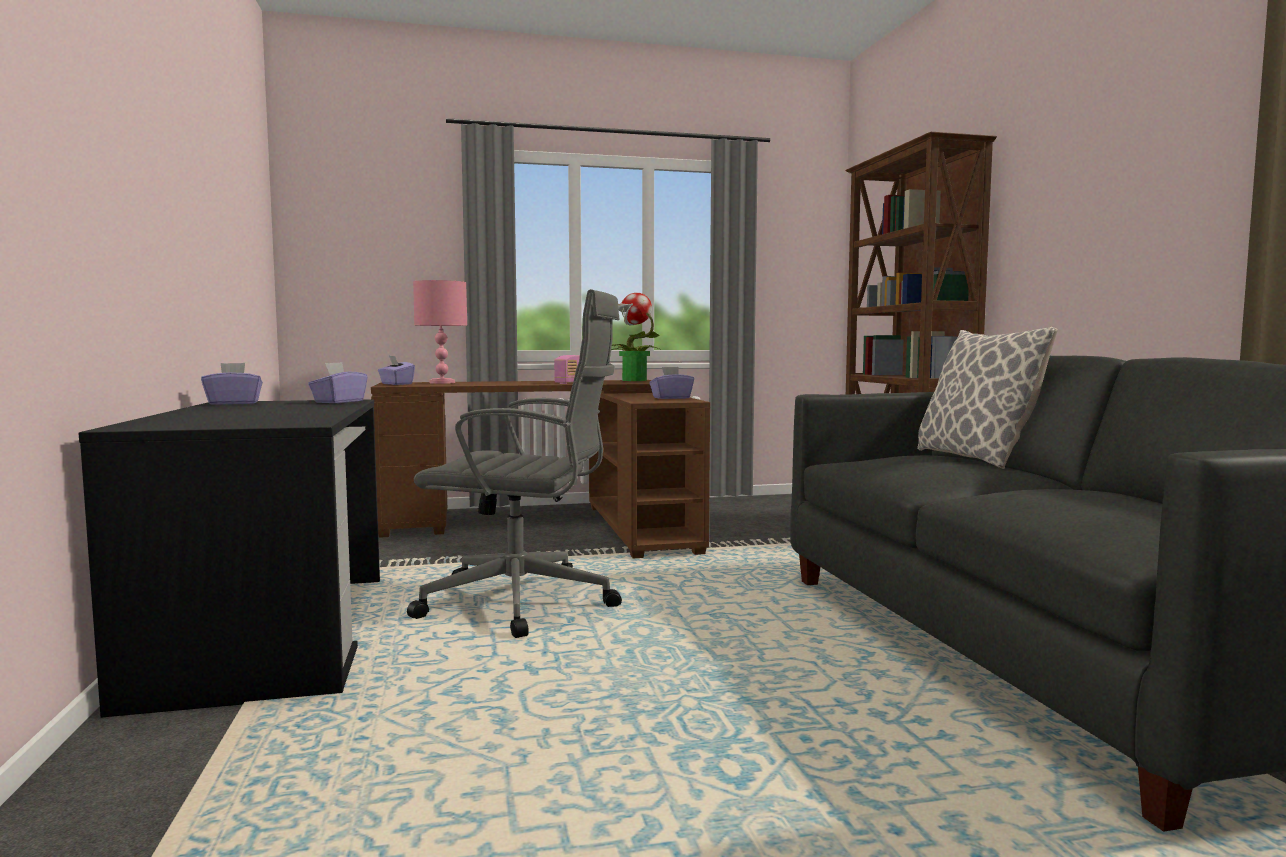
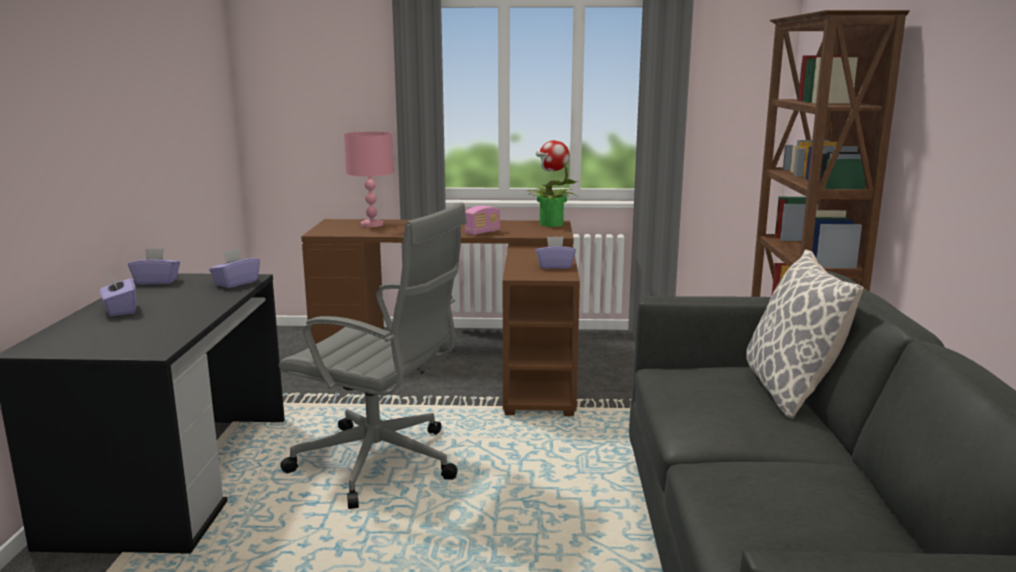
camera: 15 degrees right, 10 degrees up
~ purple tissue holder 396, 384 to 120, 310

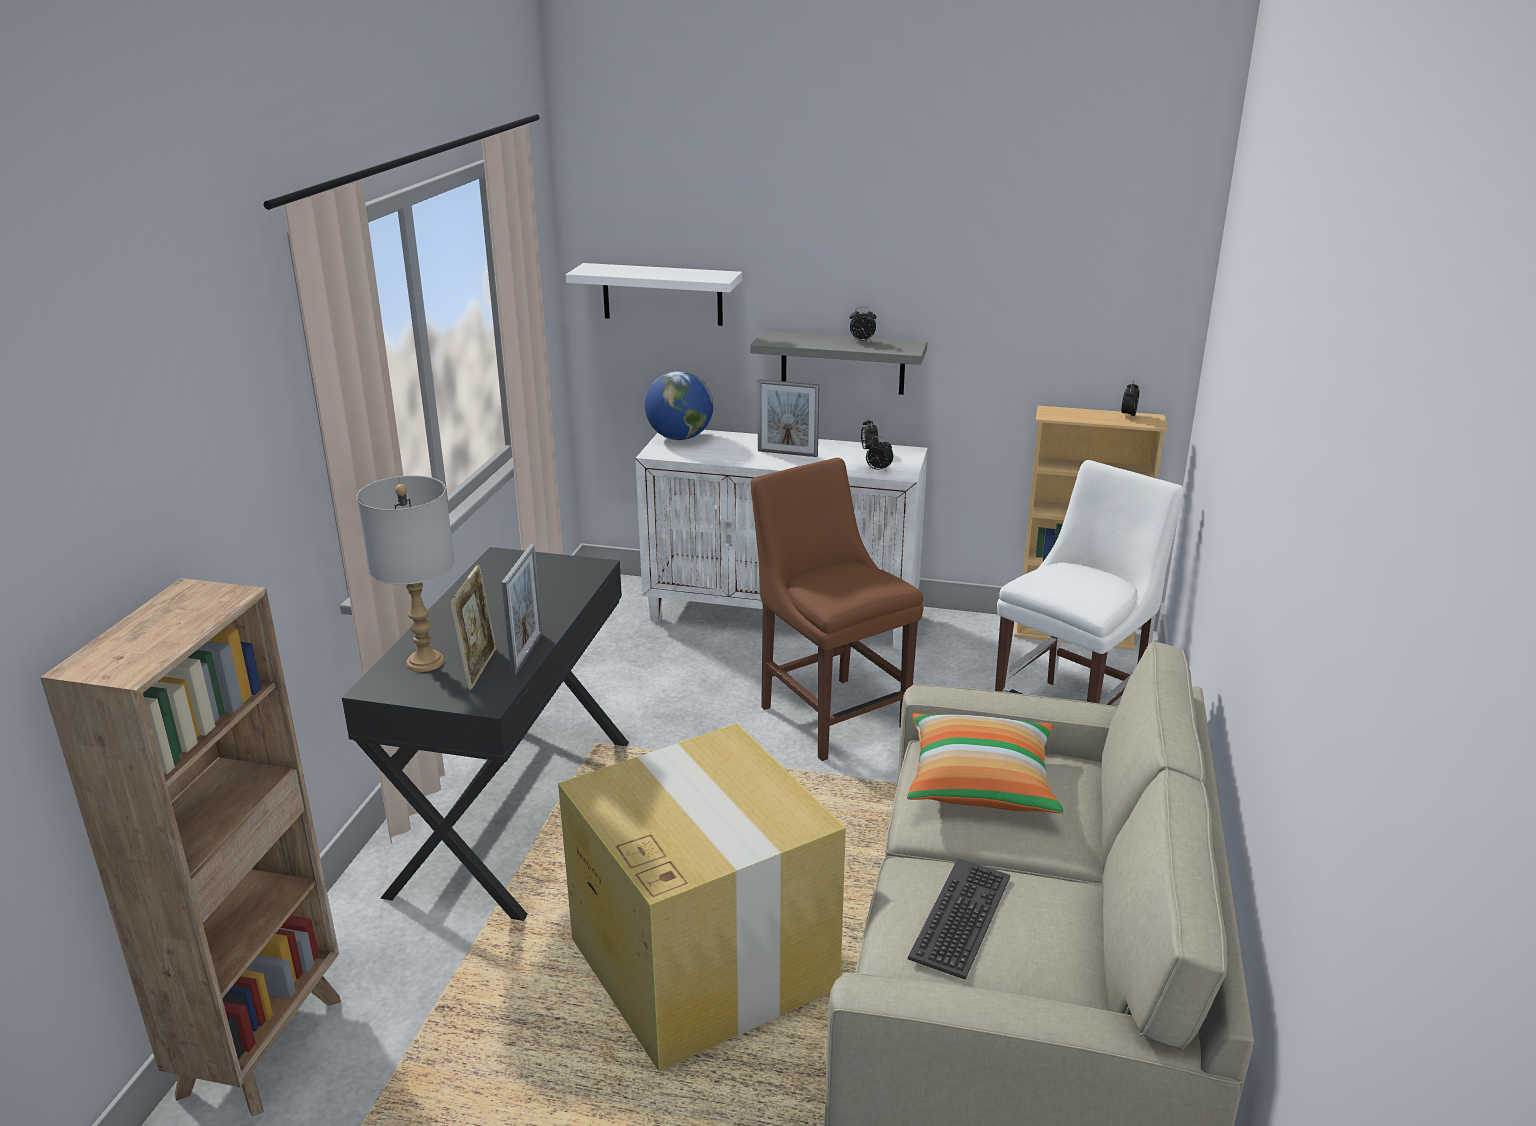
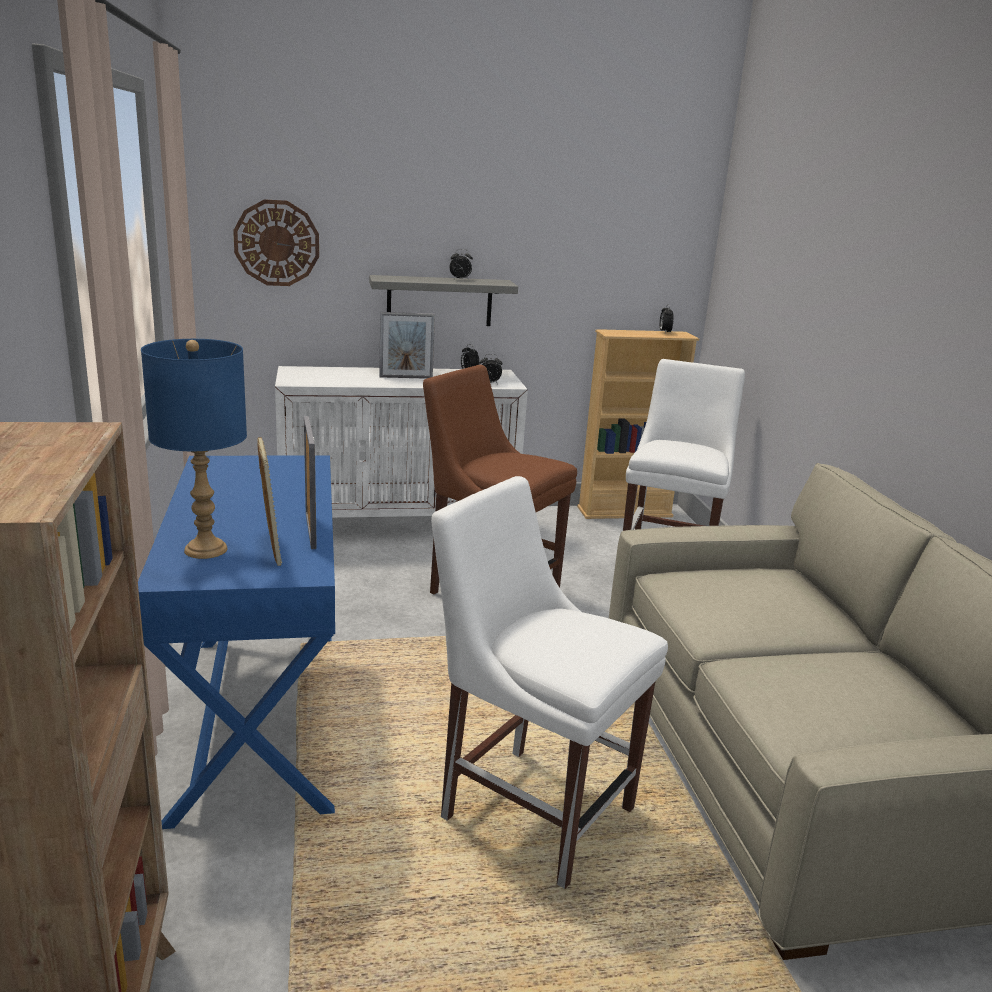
camera: 25 degrees left, 5 degrees down
- world globe 680, 438
- cushion 981, 783
- keyboard 962, 918
~ packing box 701, 962 to white chair 530, 808
~ white wall shelf 662, 294 to hanging clock 277, 243
~ black desk 513, 813 to blue-coloured desk 257, 717
~ grey table lamp 424, 662 to blue-coloured table lamp 205, 549

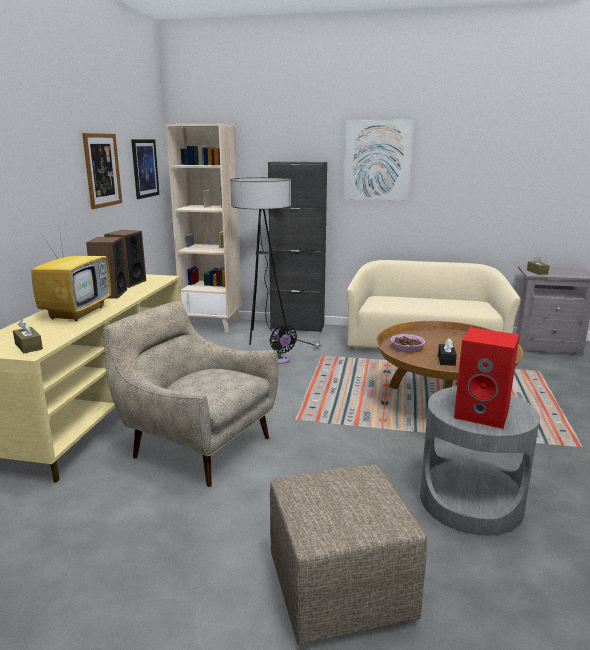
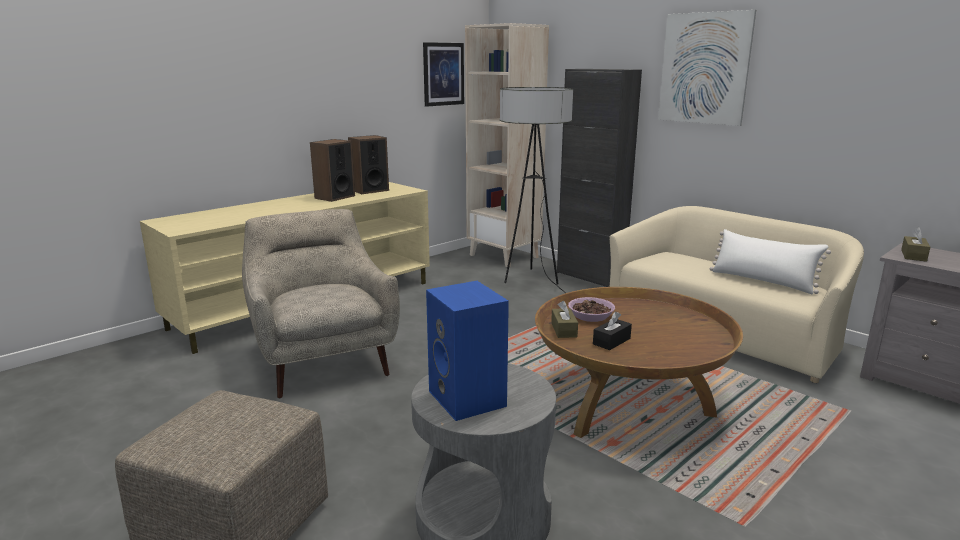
camera: 35 degrees right, 0 degrees up
- TV set 77, 312
- wall art 102, 170
- black electric fan 280, 360
+ white cushion 762, 281
~ brown tissue holder 28, 346 to 564, 330
~ reddish loudspeaker 483, 414 to blue-coloured loudspeaker 469, 399

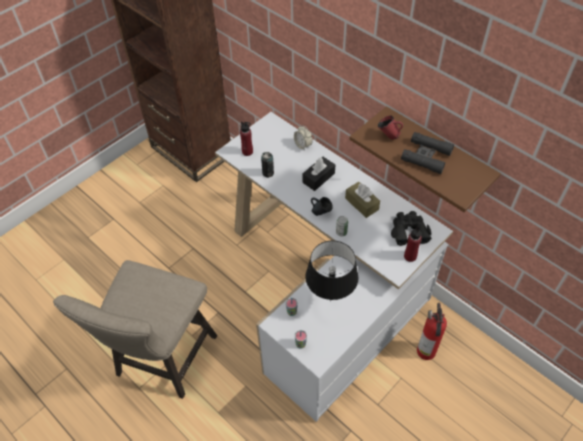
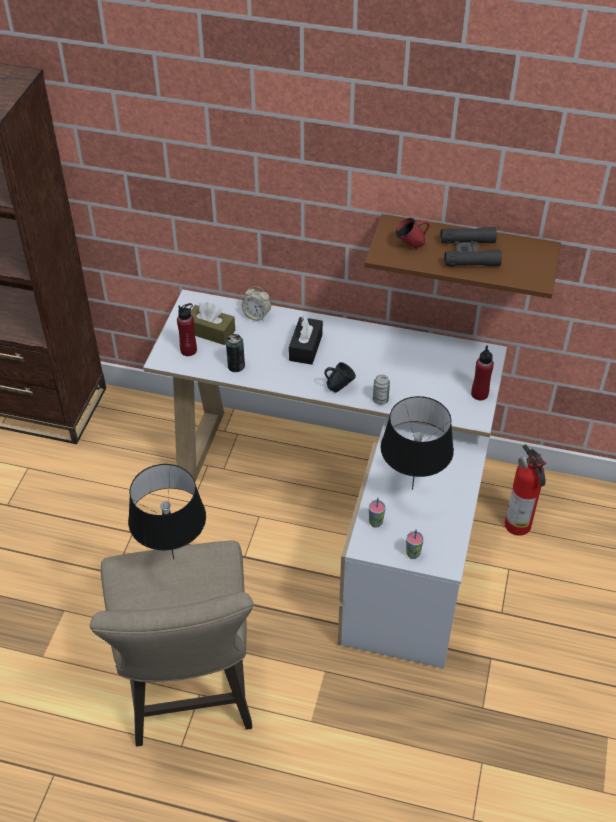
camera: 30 degrees left, 5 degrees down
- black field glasses 409, 230
+ black table lamp 173, 558
~ brown tissue holder 361, 204 to 210, 331

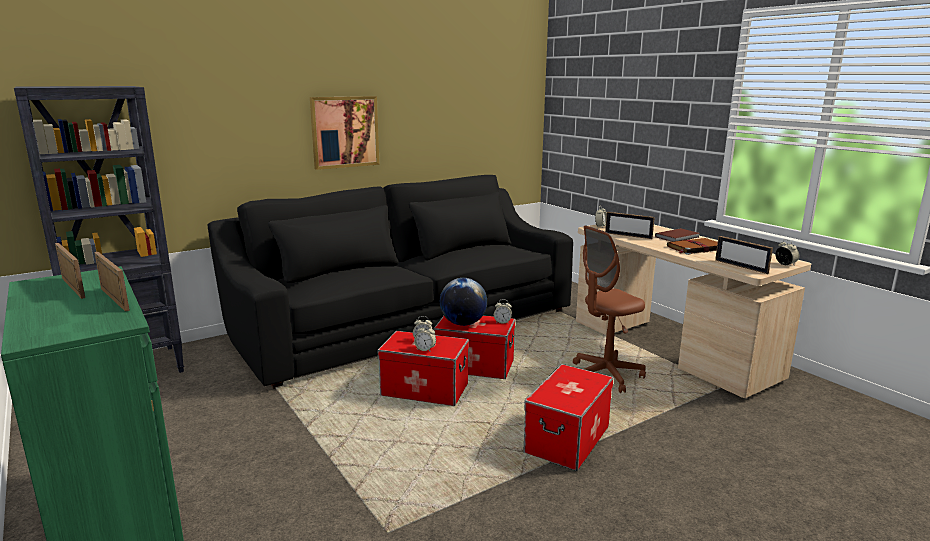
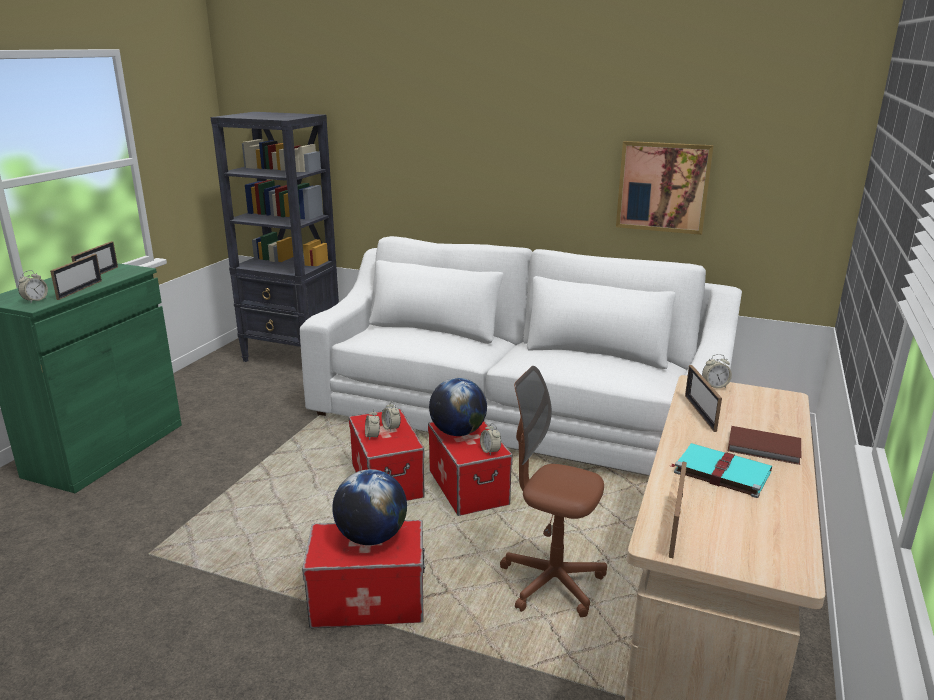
camera: 55 degrees right, 5 degrees up
+ world globe 371, 537
~ wall art 345, 132 to 663, 187
~ bedside clock 785, 264 to 35, 300
~ black couch 406, 323 to white couch 514, 415
~ brown volume 694, 248 to turquoise-coloured volume 720, 472

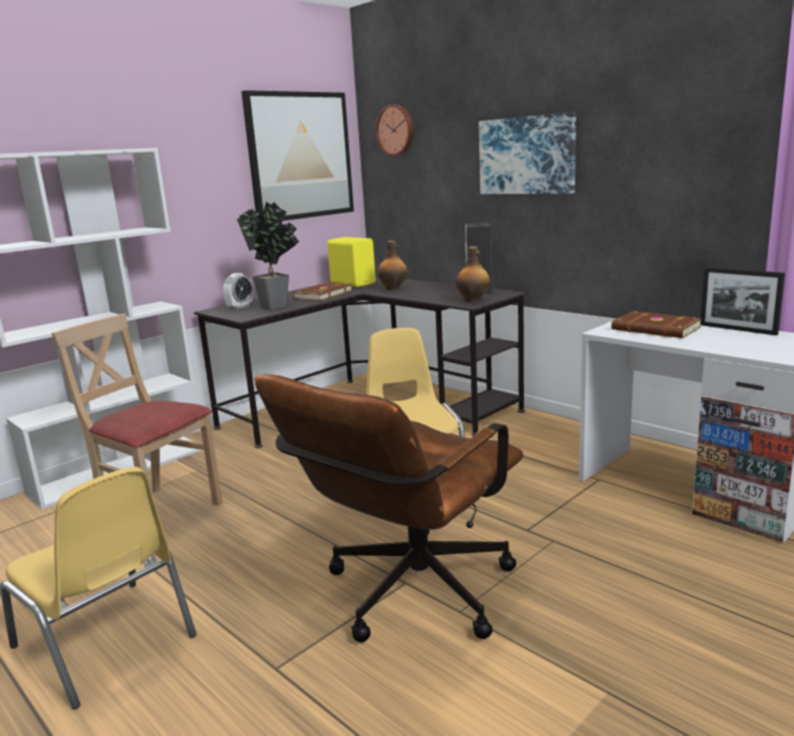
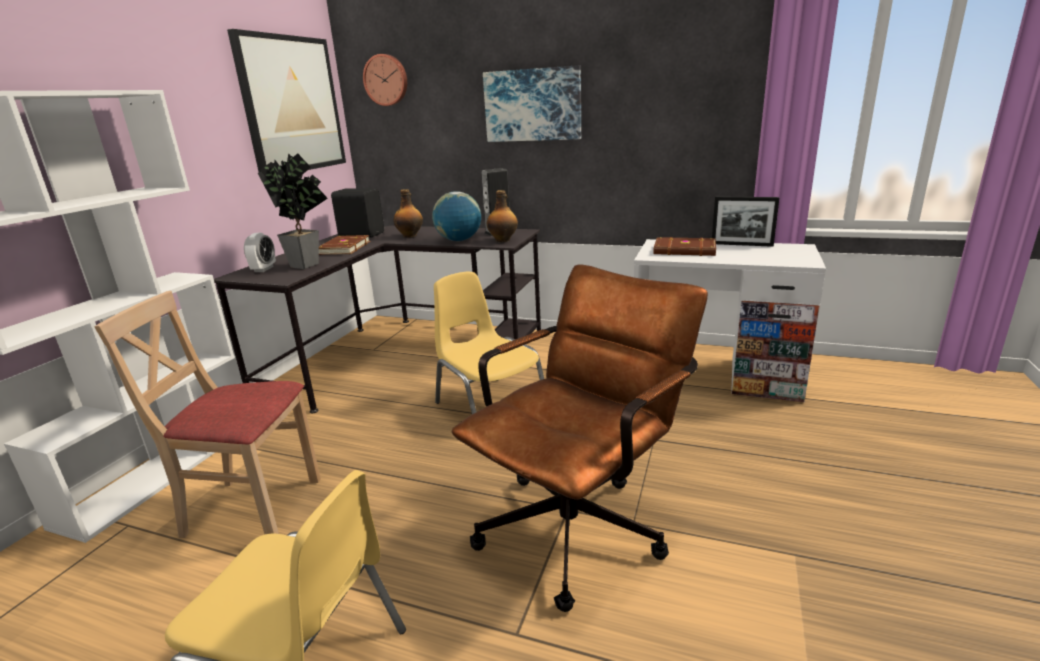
camera: 25 degrees left, 5 degrees up
+ world globe 459, 240
~ yellowish loudspeaker 353, 283 to black loudspeaker 361, 234
~ brown desk chair 408, 597 = 581, 523 150 degrees counterclockwise

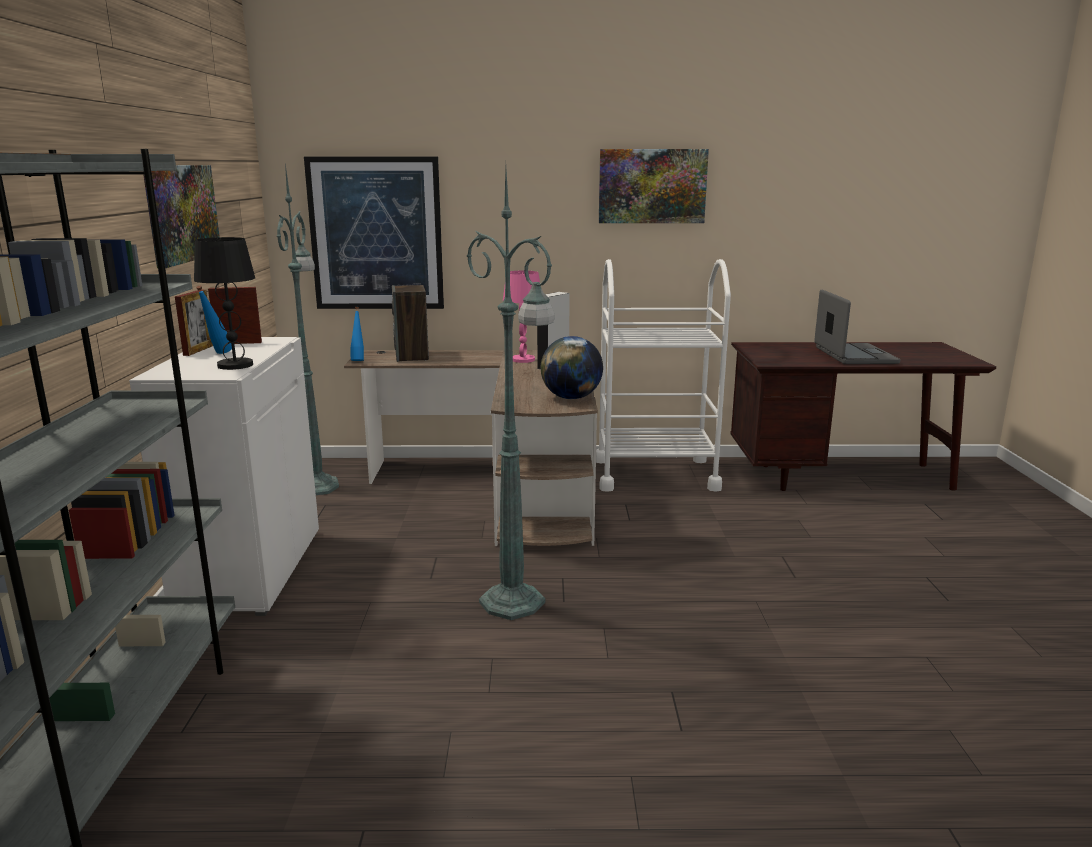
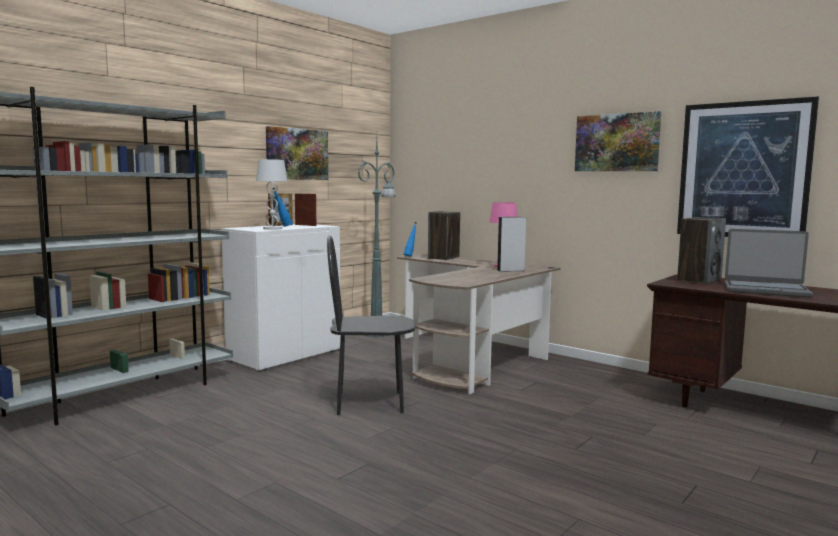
camera: 40 degrees right, 10 degrees down
- world globe 571, 398
- white cart 655, 474
+ loudspeaker 699, 280
~ wall art 376, 234 to 743, 170
~ greenish standard lamp 514, 603 to black chair 370, 403
~ black table lamp 235, 365 to white table lamp 273, 229
~ notebook computer 853, 355 = 765, 290 75 degrees clockwise

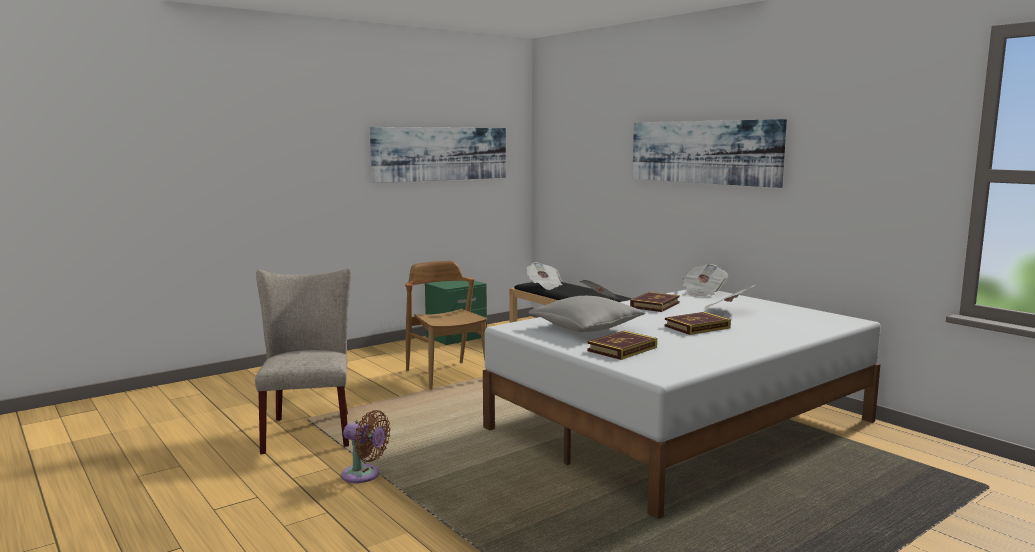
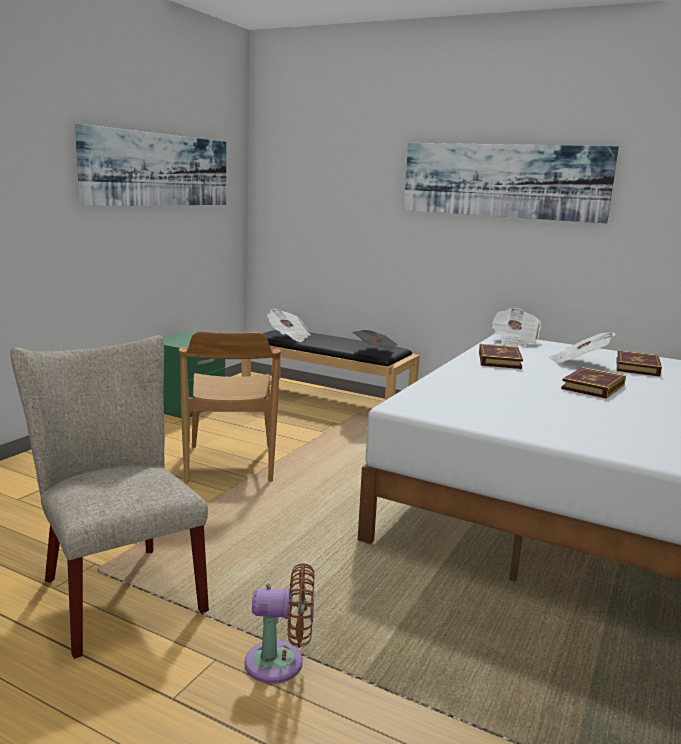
camera: 25 degrees left, 5 degrees up
- grey cushion 586, 328
~ volume 622, 349 to 637, 367
~ brown chair 447, 375 = 230, 464 135 degrees counterclockwise

